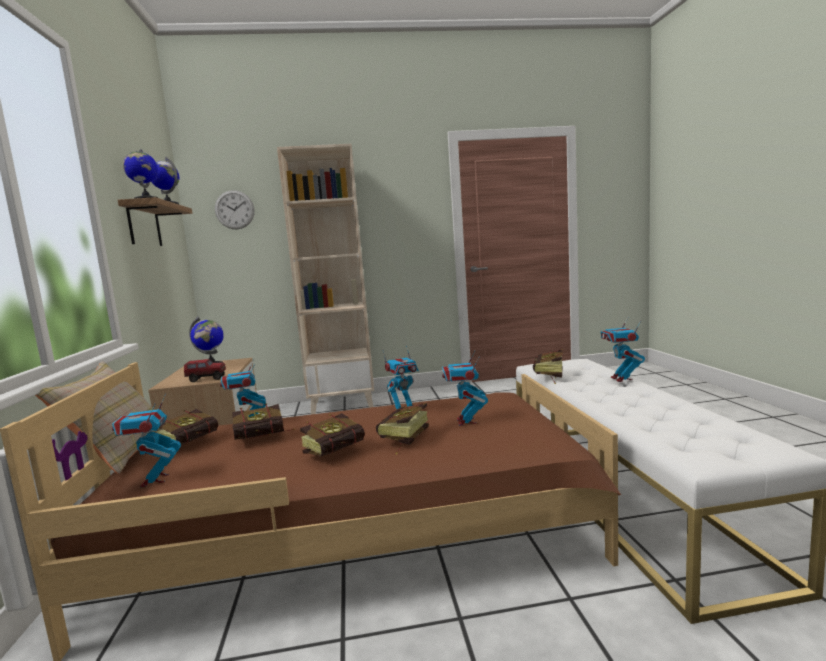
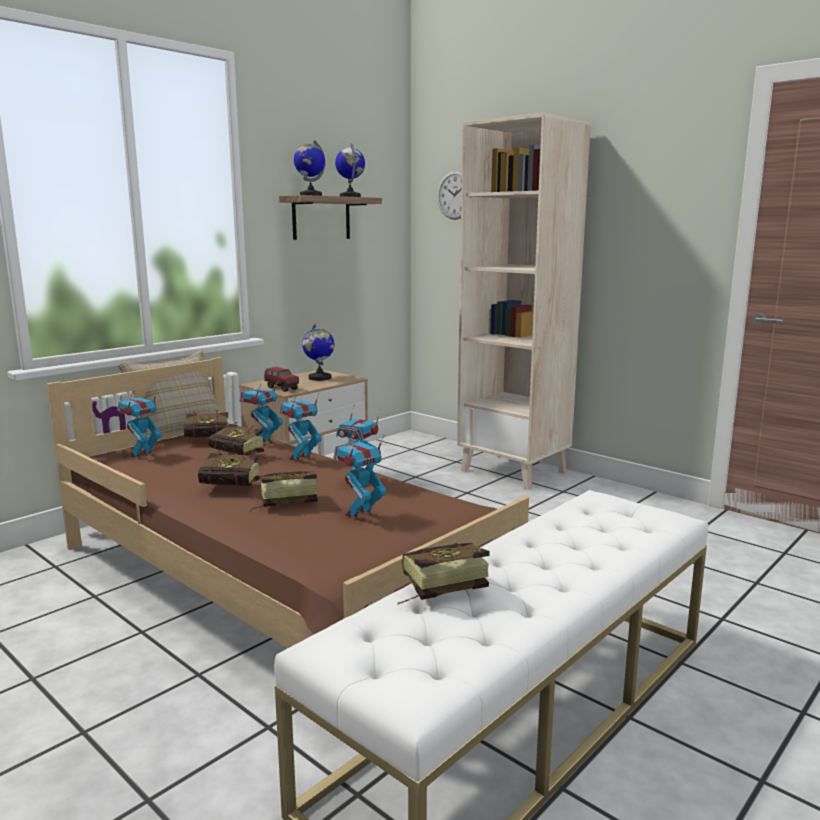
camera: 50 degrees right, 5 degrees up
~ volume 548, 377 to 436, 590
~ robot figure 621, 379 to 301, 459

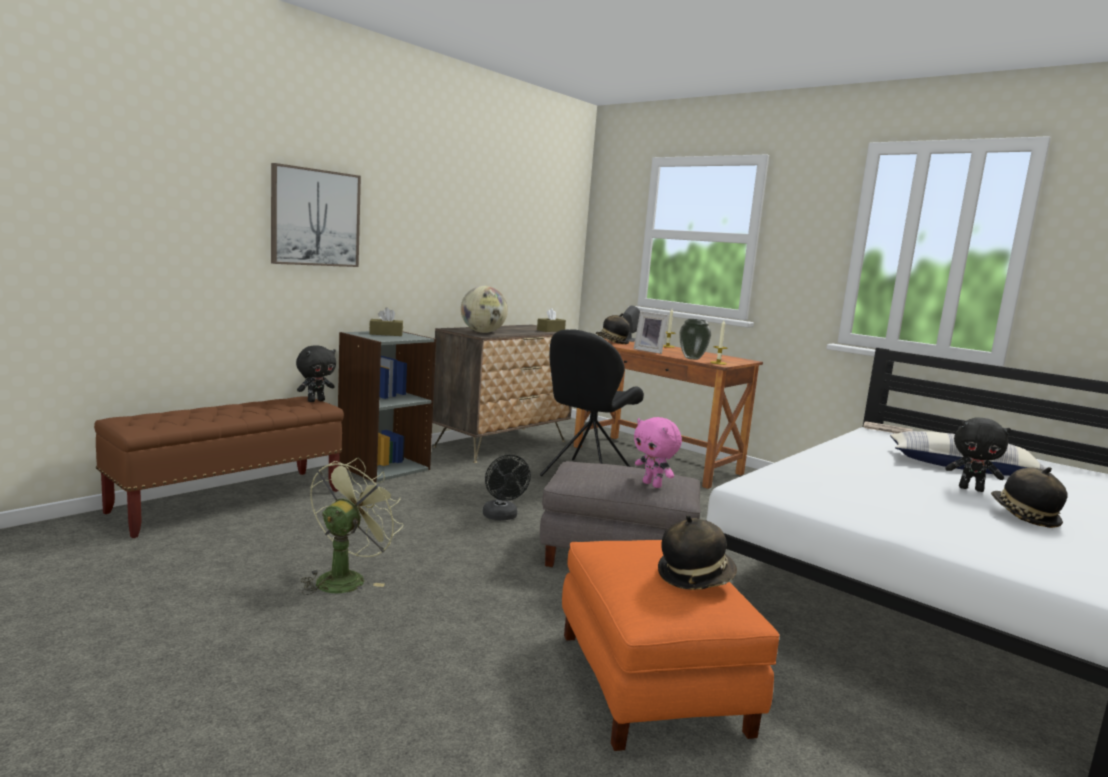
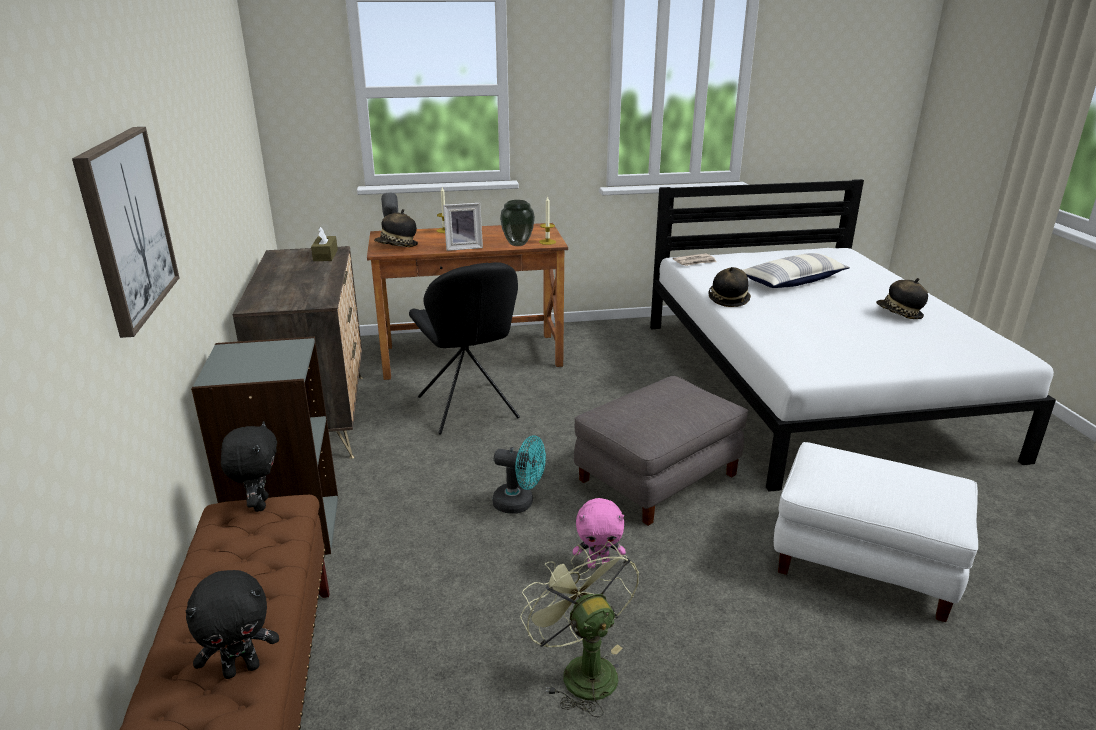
camera: 50 degrees left, 15 degrees up
- brown tissue holder 386, 334
- world globe 483, 332
~ pinkish cuddly toy 653, 485 to 598, 565
~ clothing hat 694, 577 to 728, 300
~ black cuddly toy 971, 489 to 242, 668
~ black electric fan 502, 517 to turquoise-coloured electric fan 520, 503
~ orangey footrest 653, 682 to white footrest 865, 560

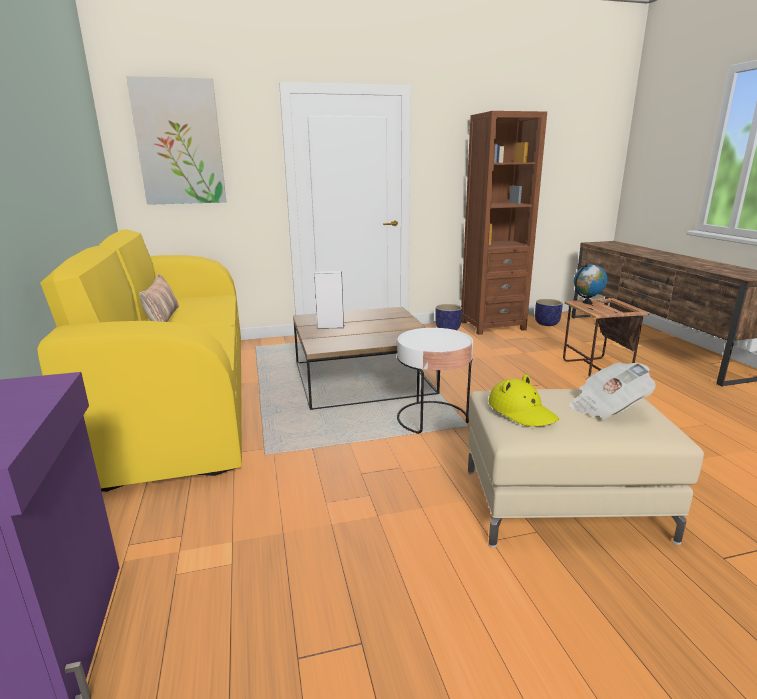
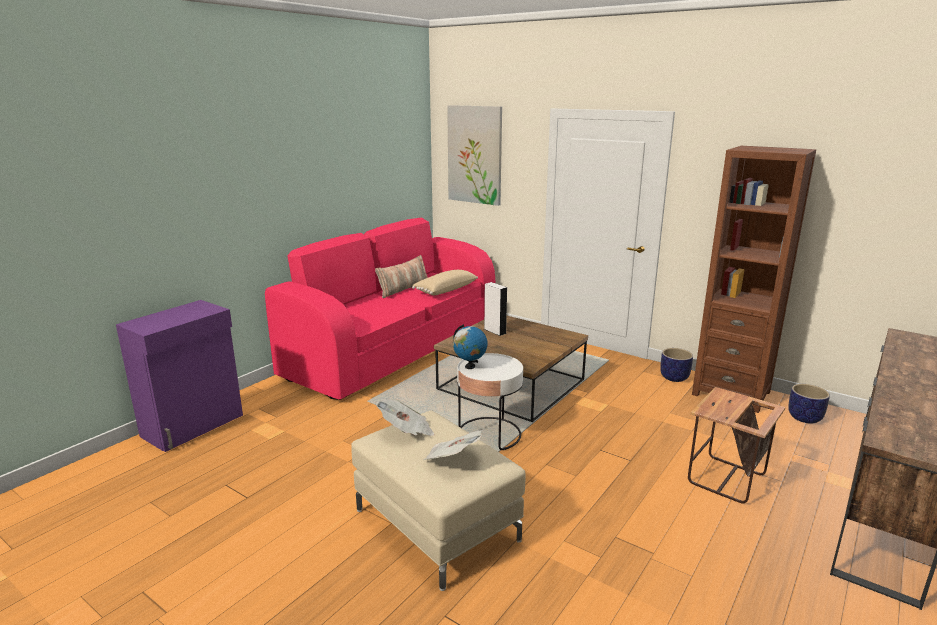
camera: 50 degrees right, 0 degrees up
+ beige cushion 445, 290
~ world globe 587, 302 to 470, 367
~ yellowish clothing hat 522, 411 to printed paper 406, 431
~ yellowish couch 181, 397 to pinkish couch 396, 347

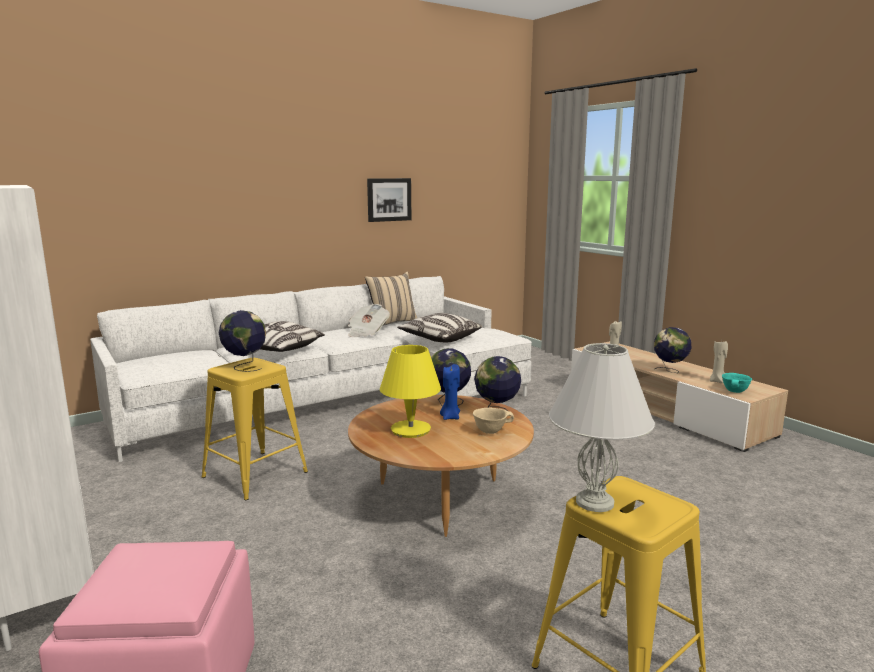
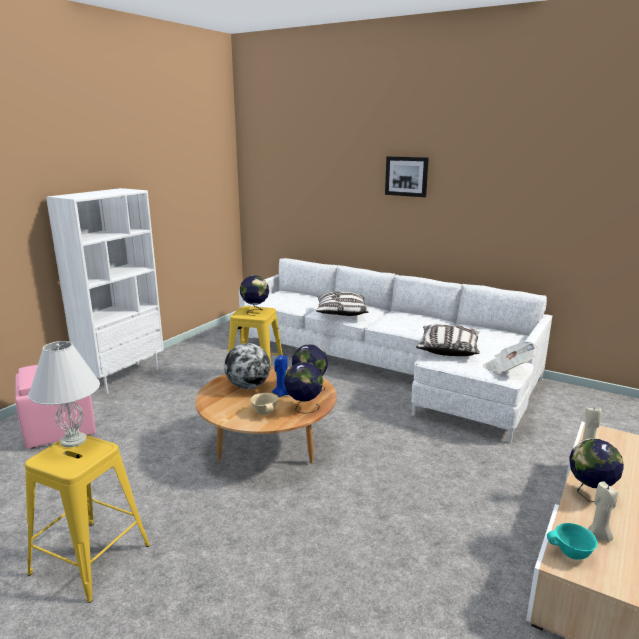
camera: 65 degrees right, 5 degrees up
- beige cushion 392, 323
~ printed paper 367, 332 to 507, 369
~ wall art 389, 199 to 406, 176
~ yellowish table lamp 411, 430 to world globe 248, 386

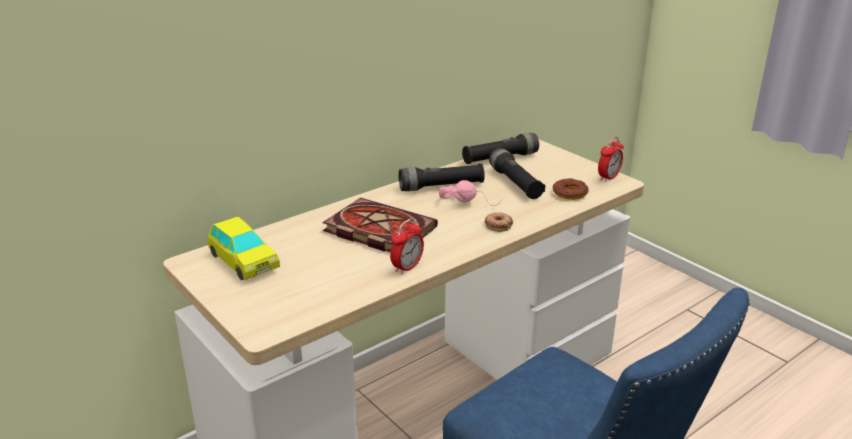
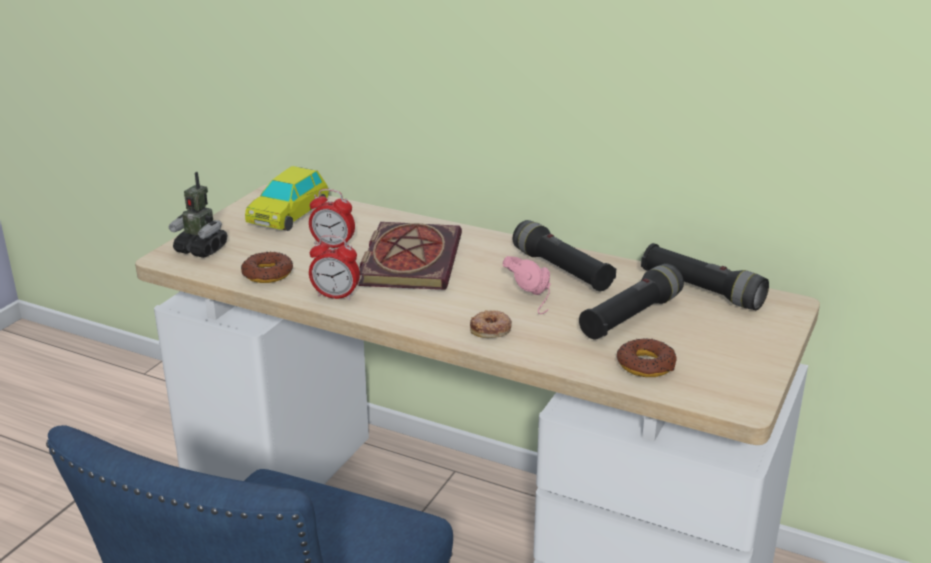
camera: 65 degrees right, 0 degrees up
+ robot figure 201, 249
+ doughnut 267, 274
~ bedside clock 608, 178 to 333, 245

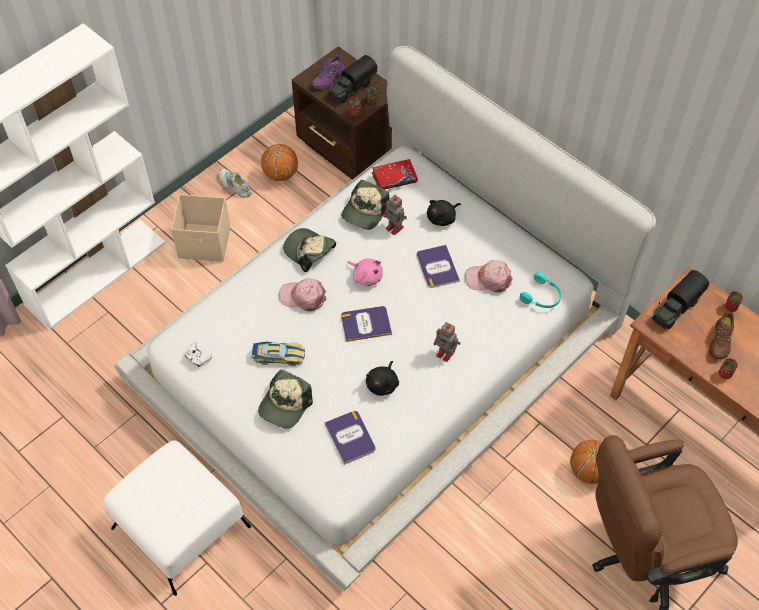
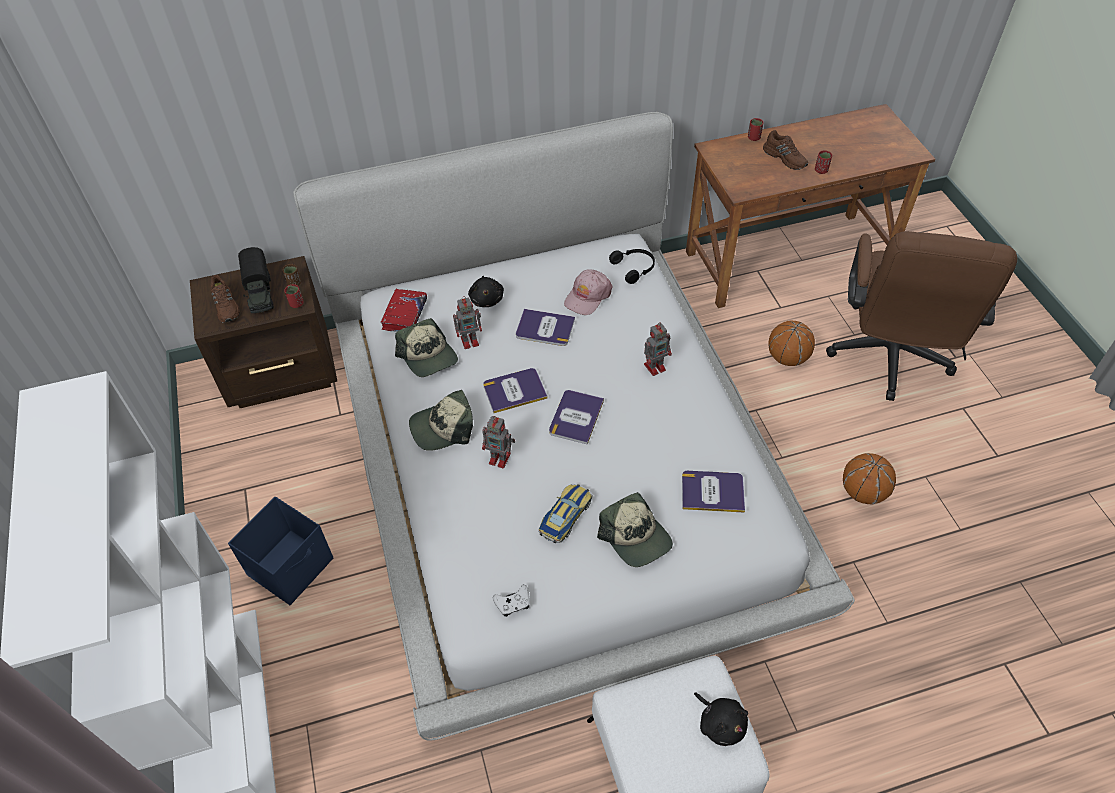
camera: 60 degrees left, 5 degrees down
- white shoe 234, 185
- model truck 676, 308
~ ball for basketball 280, 174 to 862, 492
~ black cuddly toy 383, 384 to 720, 723
~ pinkish baseball cap 303, 297 to robot figure 501, 459
~ pinkish cuddly toy 366, 276 to volume 514, 391
~ beige storage container 205, 243 to blue-coloured storage container 292, 566
~ purple shoe 328, 78 to brown shoe 226, 306
~ turquoise-coloured headset 542, 296 to black headset 634, 268

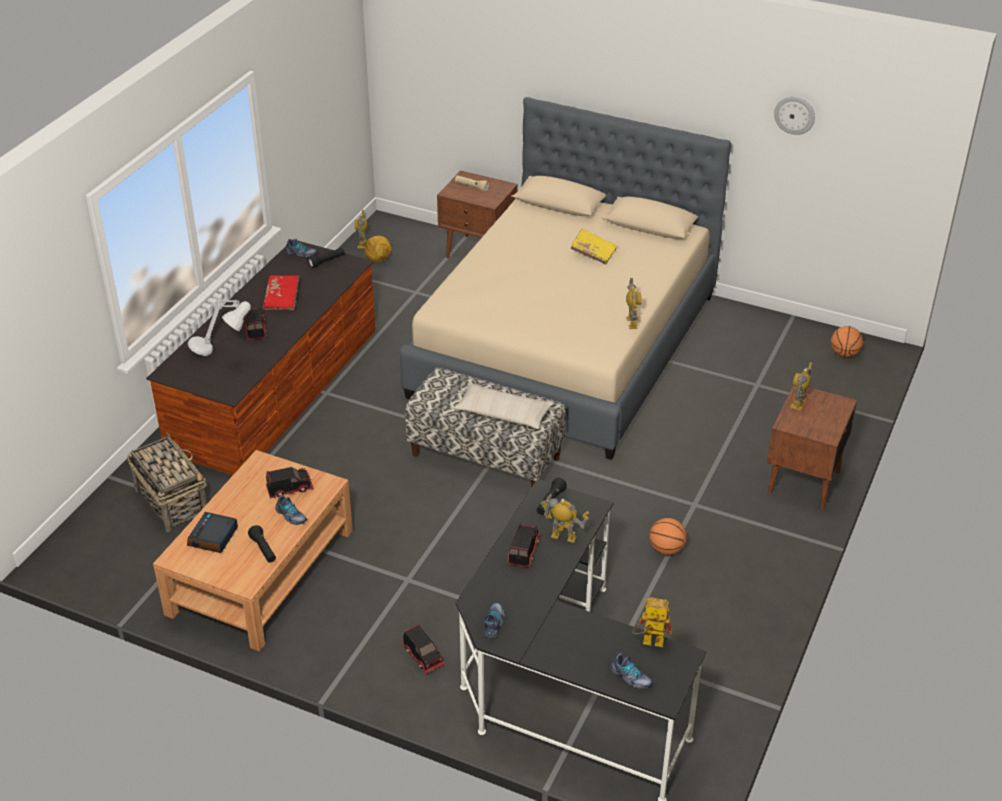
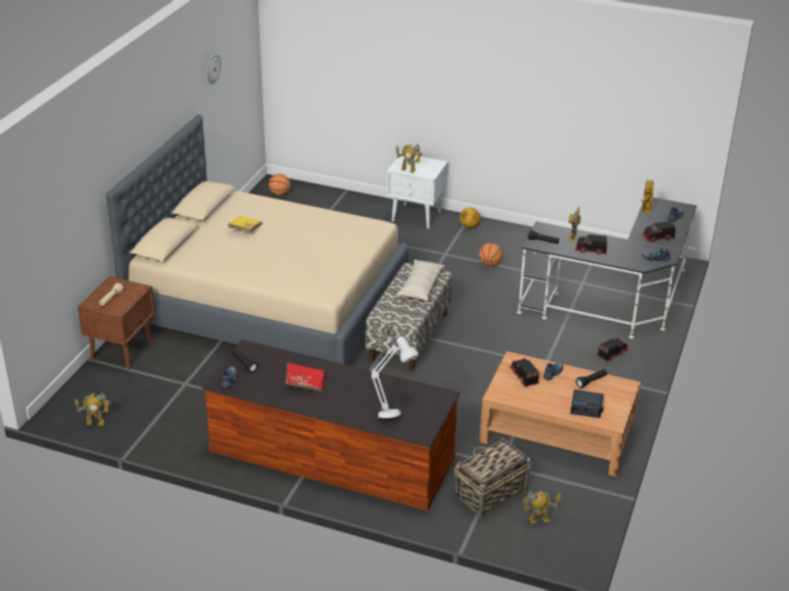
camera: 95 degrees left, 5 degrees down
~ model truck 255, 329 to 658, 238
~ football 378, 260 to 469, 226
~ robot figure 632, 323 to 539, 519
~ brown night table 802, 482 to white night table 417, 216

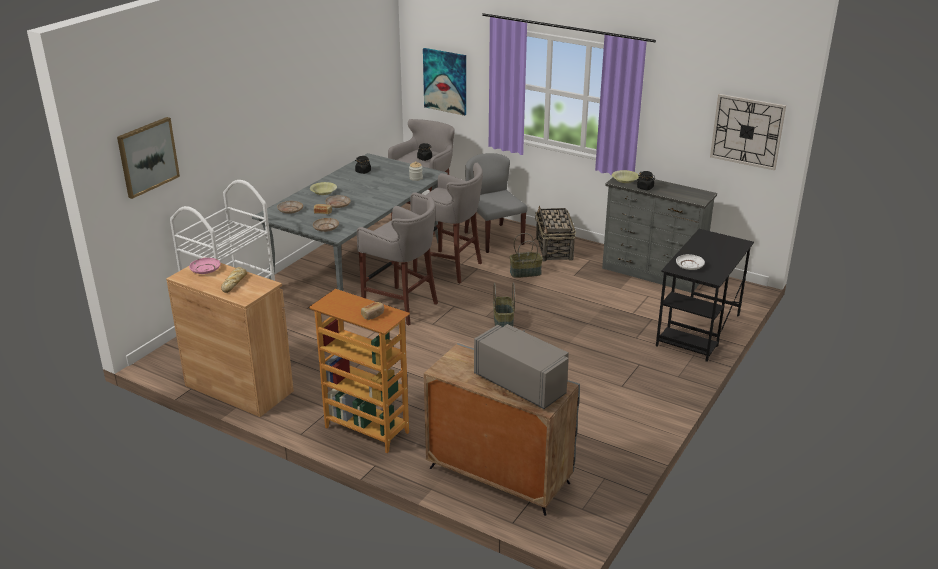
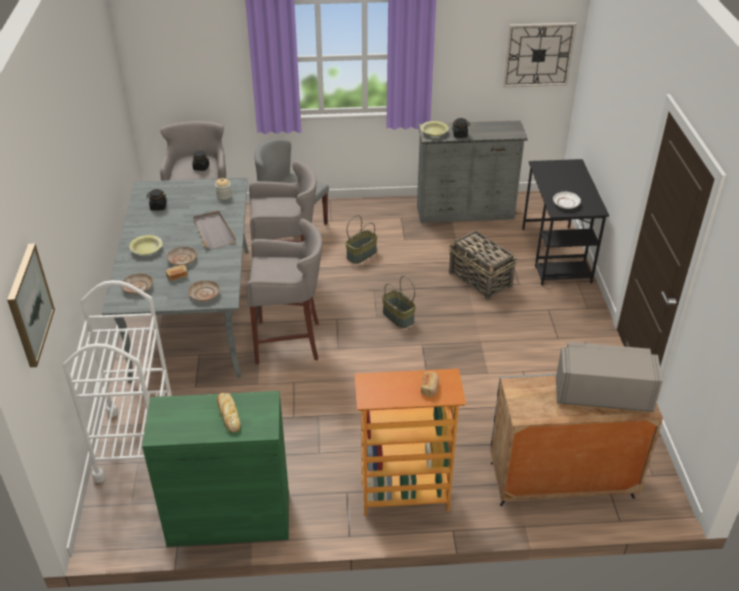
camera: 35 degrees left, 10 degrees up
- pinkish plate 205, 269
- wall art 445, 81
+ grey tray 213, 231
~ storage basket 554, 249 to 480, 279
~ brown cabinet 239, 388 to greenish cabinet 229, 518

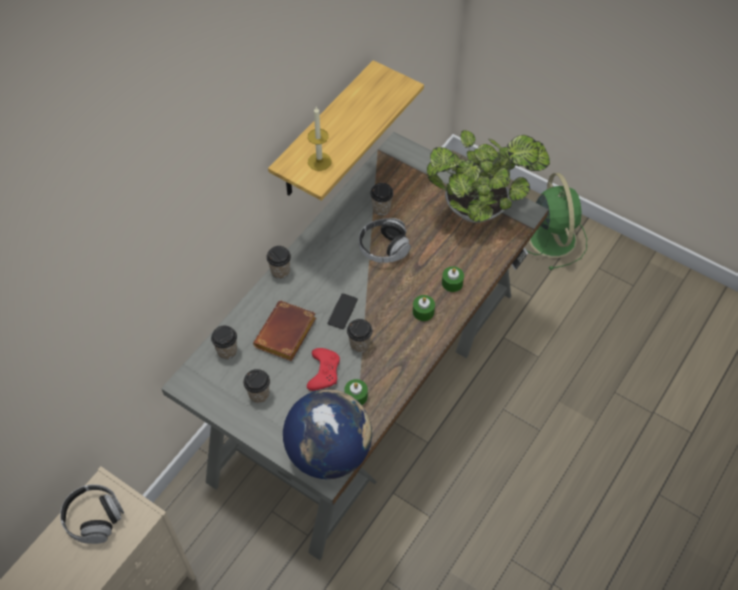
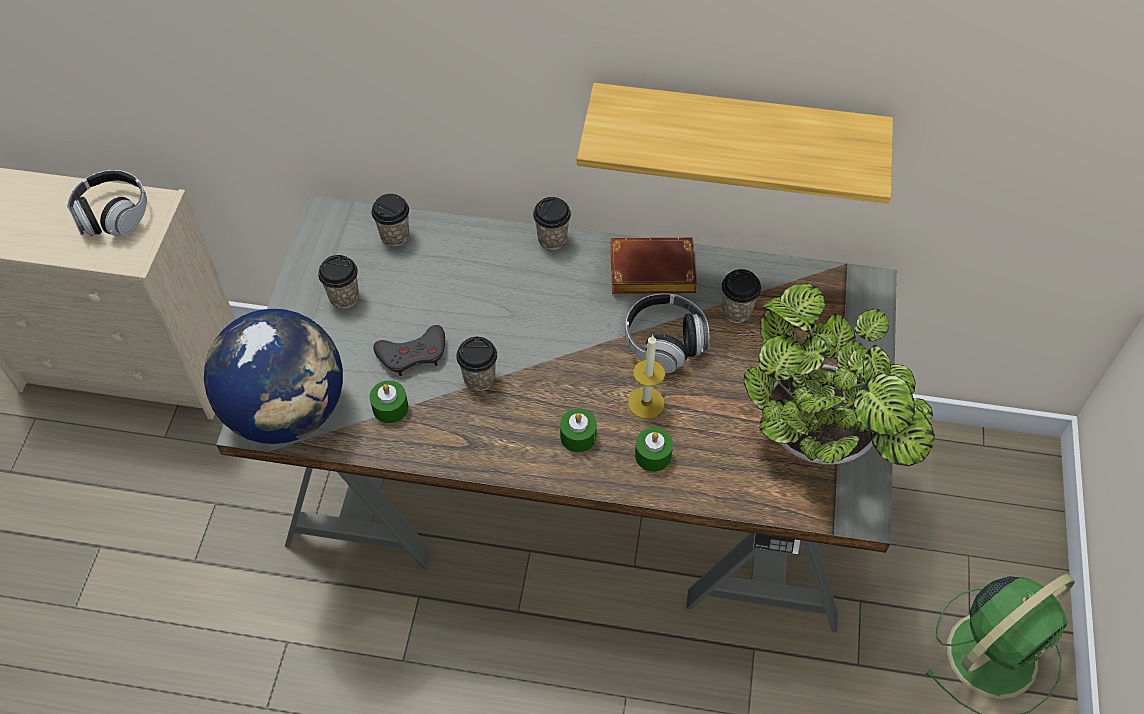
camera: 65 degrees right, 0 degrees up
- telephone 342, 311
~ brown volume 286, 335 to 649, 273
~ wax light 319, 161 to 646, 403
~ reddish game controller 324, 372 to grey game controller 413, 354

